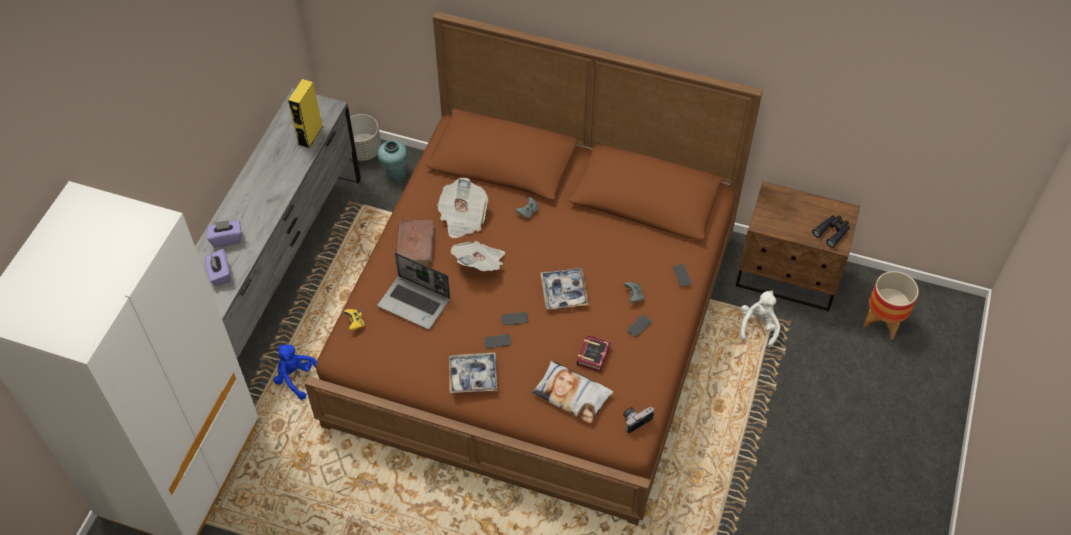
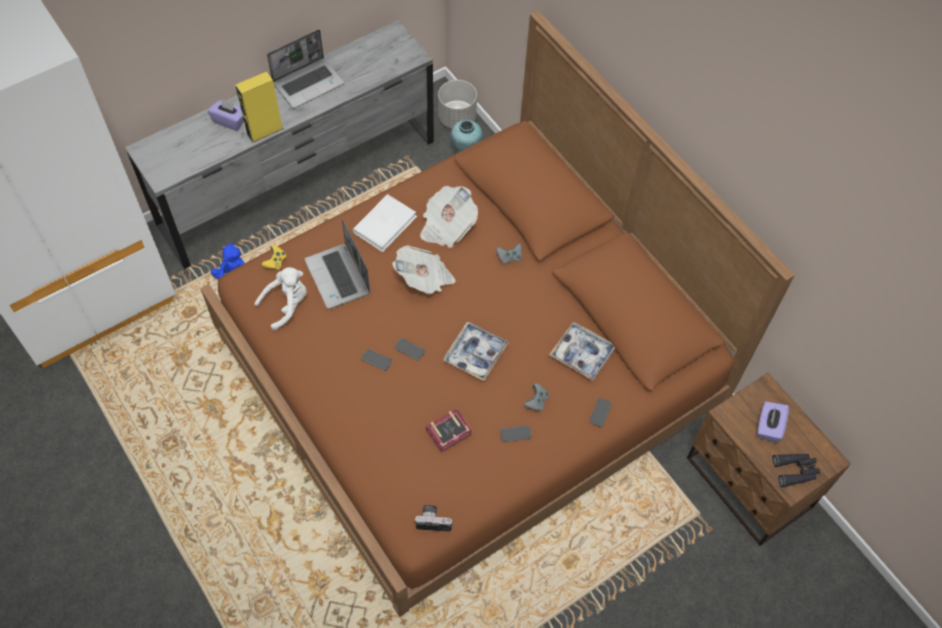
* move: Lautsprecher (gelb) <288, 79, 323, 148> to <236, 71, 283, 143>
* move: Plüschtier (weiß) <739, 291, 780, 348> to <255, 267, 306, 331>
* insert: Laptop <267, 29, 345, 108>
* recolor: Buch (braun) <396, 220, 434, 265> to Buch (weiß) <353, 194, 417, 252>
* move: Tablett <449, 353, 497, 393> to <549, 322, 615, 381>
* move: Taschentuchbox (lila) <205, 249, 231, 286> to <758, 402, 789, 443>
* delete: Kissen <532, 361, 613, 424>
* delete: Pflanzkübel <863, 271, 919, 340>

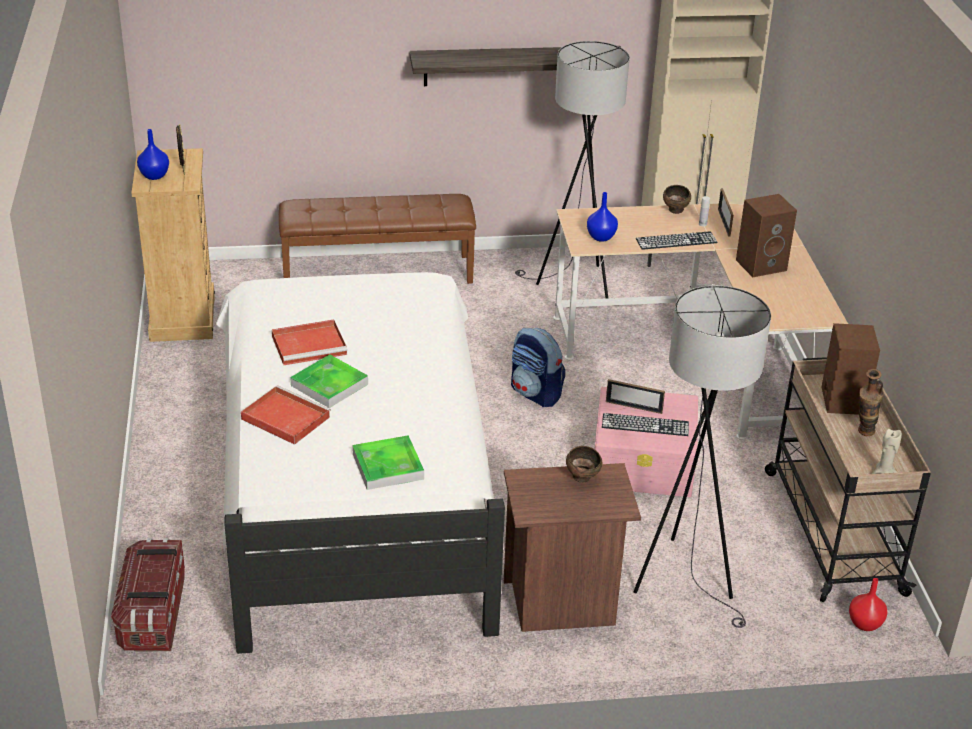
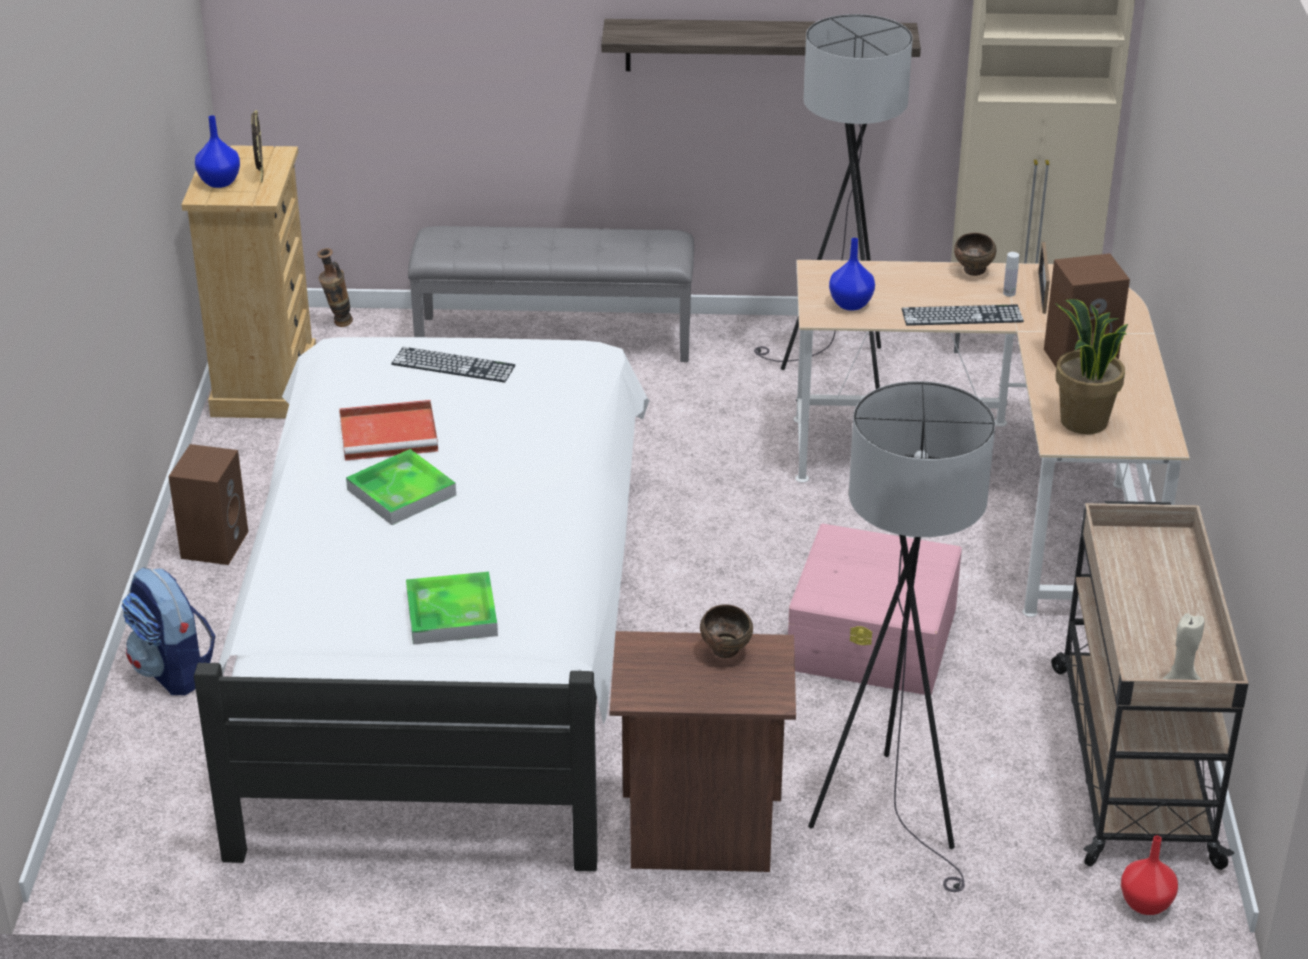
* move: Rucksack <511, 328, 565, 407> to <122, 567, 215, 695>
* move: Lautsprecher (braun) <822, 323, 880, 415> to <168, 444, 248, 565>
* move: Vase <858, 369, 883, 436> to <317, 248, 353, 327>
* move: Tastatur <602, 413, 689, 436> to <391, 347, 515, 382>
* recolor: Bank (braun) <279, 194, 476, 284> to Bank (grau) <408, 226, 694, 362>
* insert: Topfpflanze <1055, 299, 1128, 434>
* delete: Aufbewahrungsbox <111, 538, 185, 651>
* delete: Tablett (rot) <241, 385, 331, 445>
* delete: Bilderrahmen <606, 379, 665, 414>

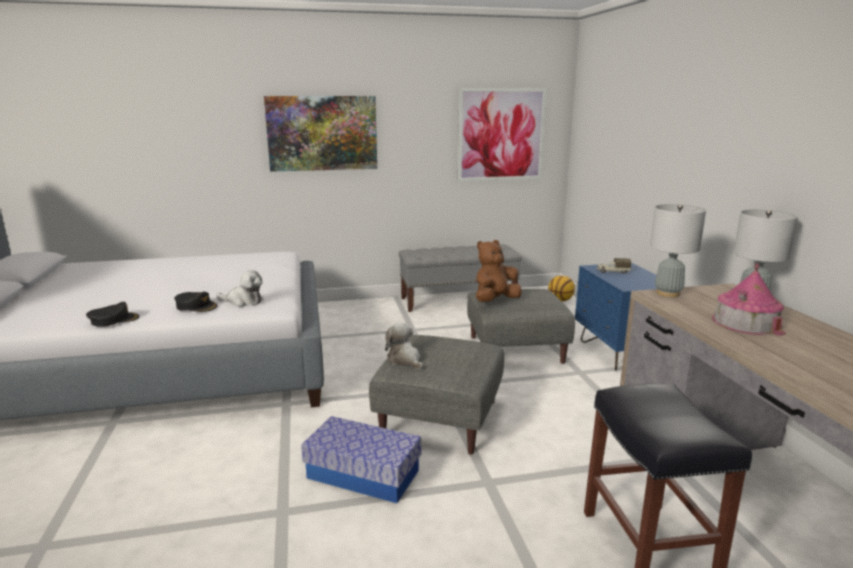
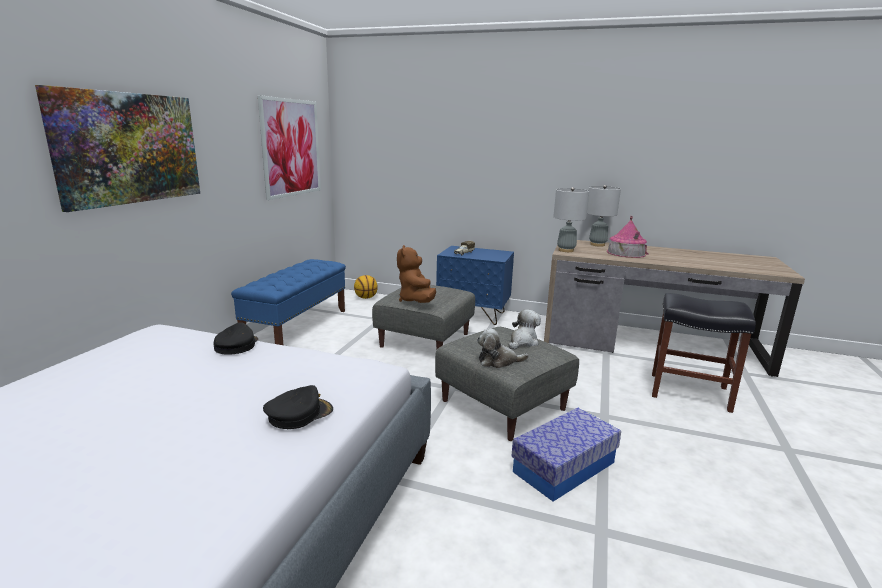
* move: Kappe (schwarz) <86, 302, 140, 327> to <214, 322, 258, 355>
* recolor: Bank (grau) <399, 244, 522, 312> to Bank (blau) <231, 259, 346, 345>
* move: Plüschtier <216, 270, 263, 307> to <509, 309, 541, 349>

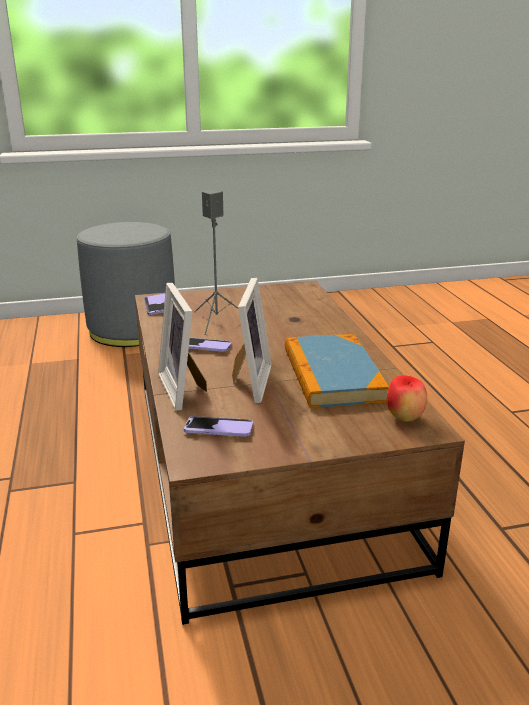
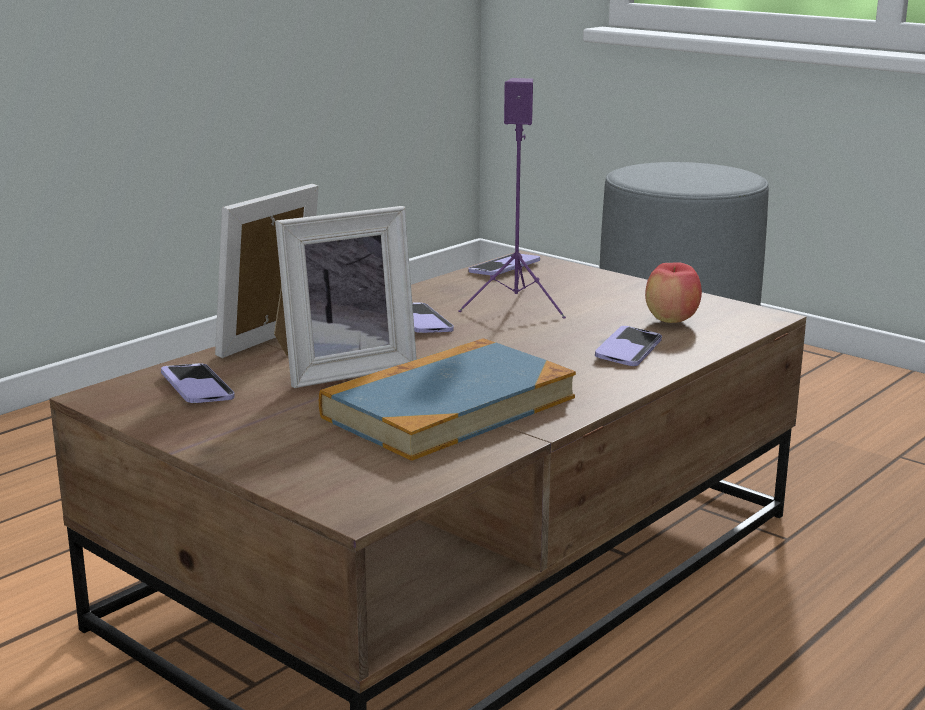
* recolor: Lautsprecher (grau) <194, 190, 238, 335> to Lautsprecher (lila) <458, 78, 566, 318>
* insert: Handy <595, 326, 662, 366>
* move: Apfel <387, 375, 427, 422> to <645, 262, 702, 323>

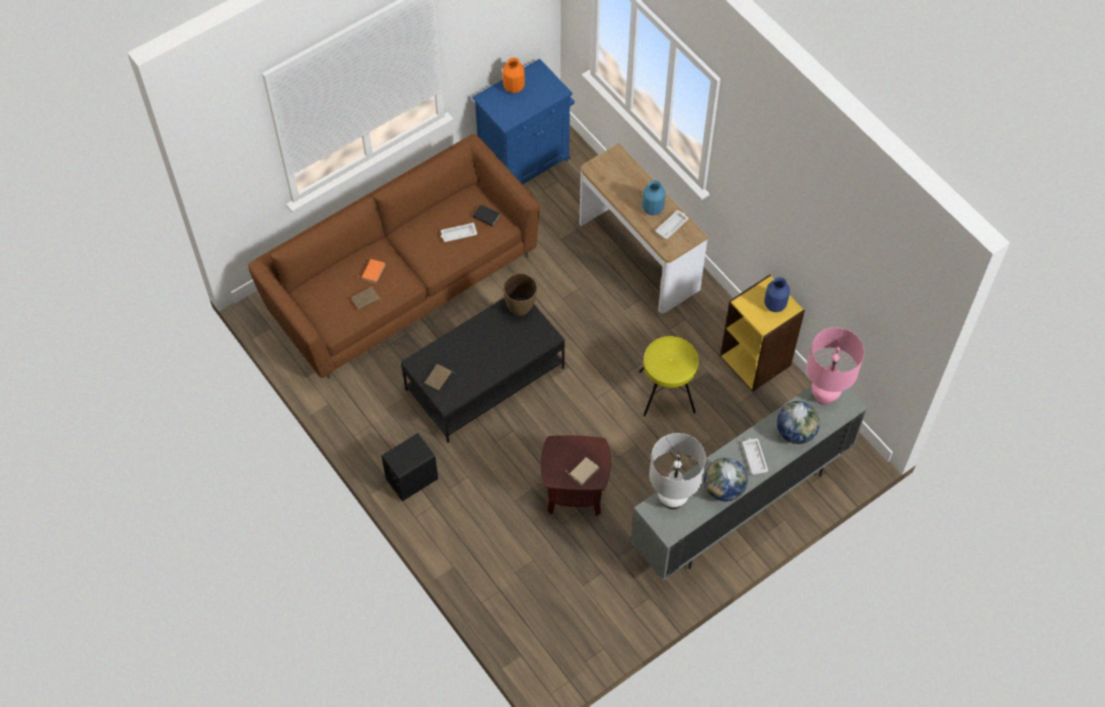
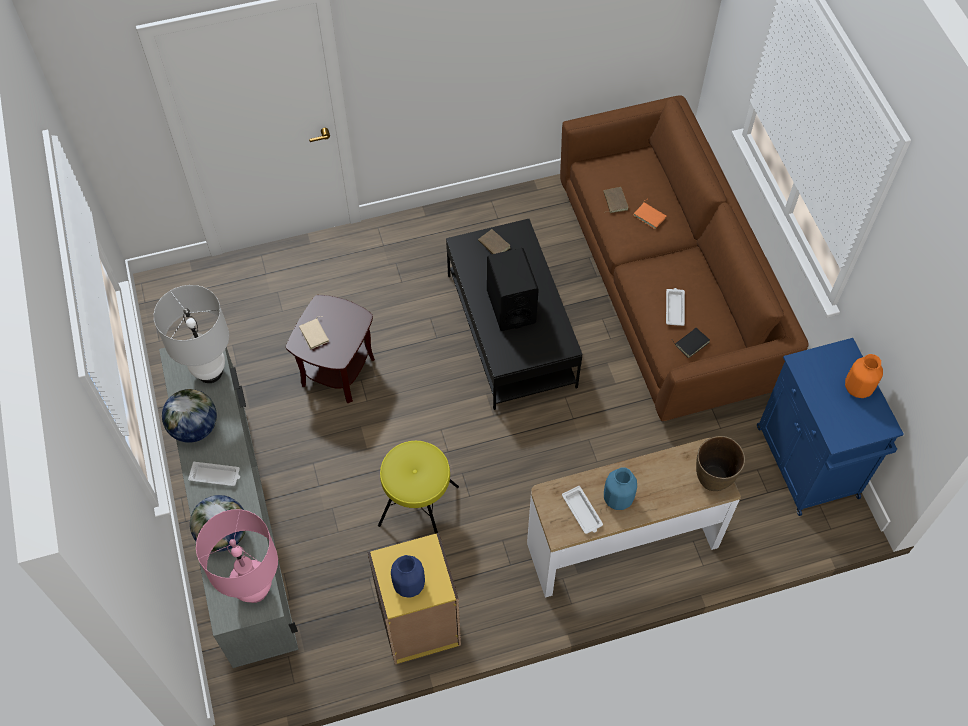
* move: Lautsprecher (schwarz) <381, 433, 438, 501> to <487, 248, 539, 331>
* move: Vase (braun) <503, 273, 537, 316> to <696, 436, 745, 491>

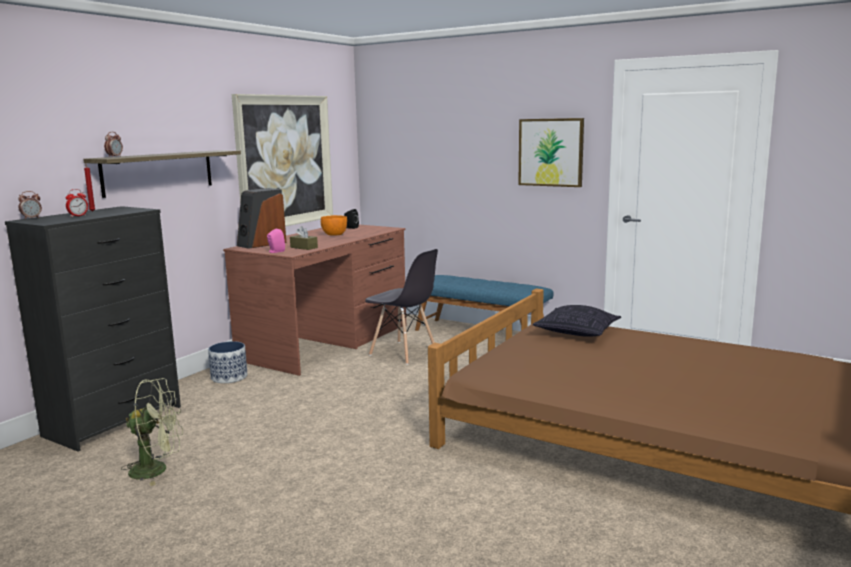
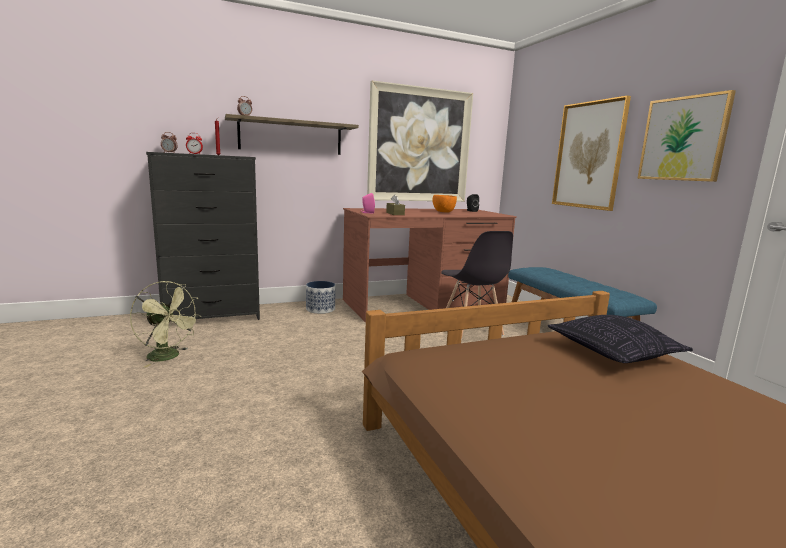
* insert: Bild <552, 96, 631, 211>
* delete: Lautsprecher <237, 188, 286, 249>

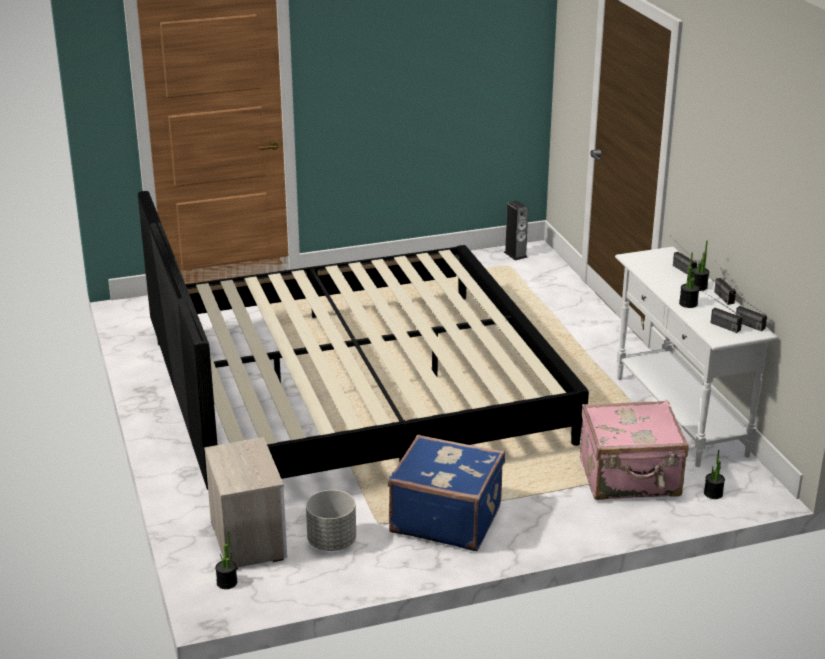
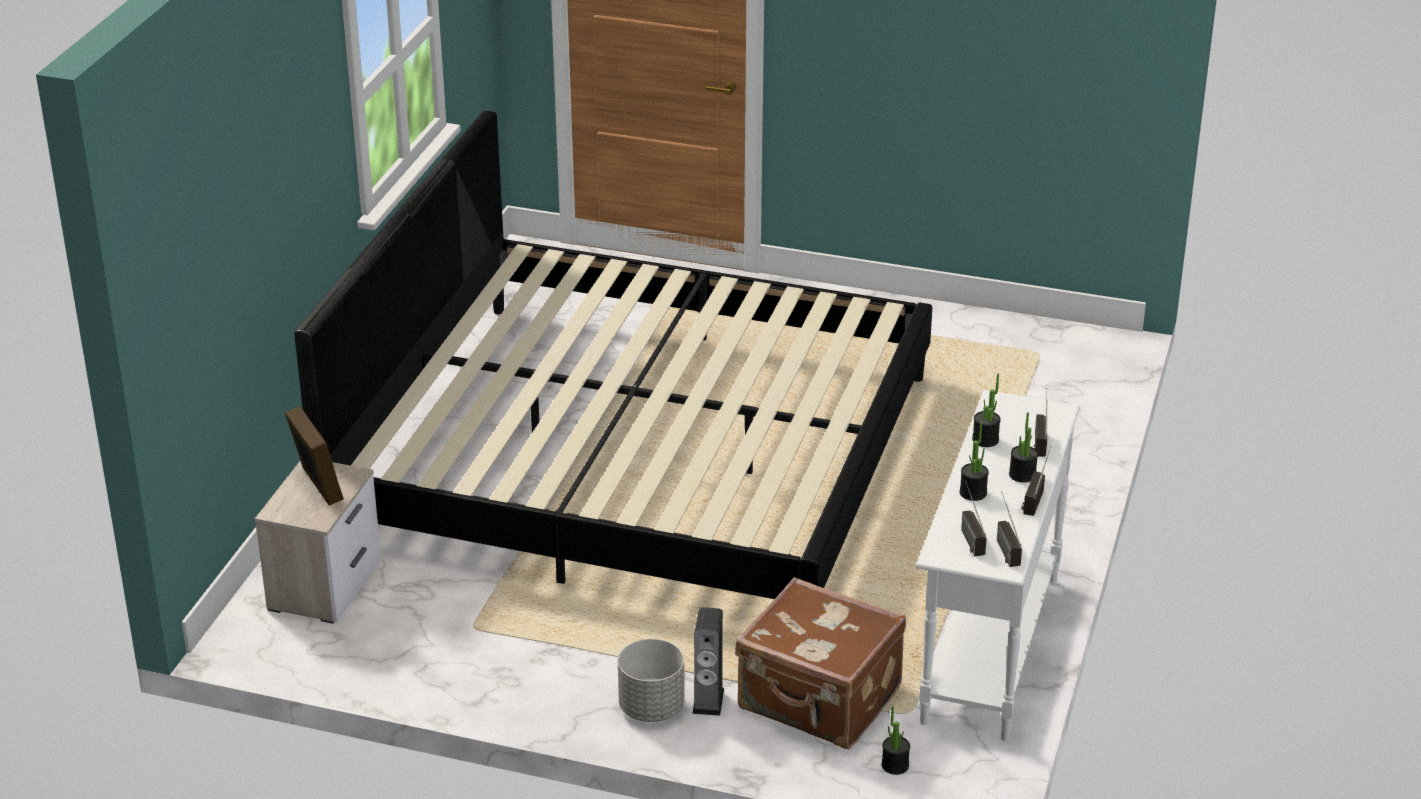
* insert: Bilderrahmen <285, 406, 344, 505>
* move: Pflanzkübel (grau) <306, 490, 356, 551> to <618, 639, 685, 722>
* move: Lautsprecher <504, 200, 528, 261> to <692, 607, 724, 716>
* recolor: Koffer (rosa) <580, 400, 689, 500> to Koffer (braun) <735, 577, 906, 749>
* move: Topfpflanze <215, 531, 238, 589> to <972, 373, 1001, 447>
* delete: Koffer (blau) <388, 434, 505, 551>

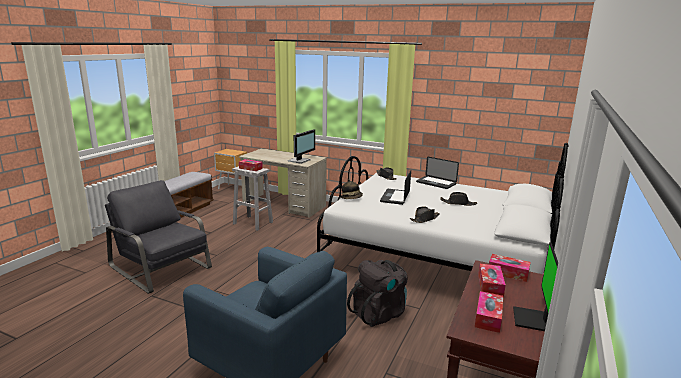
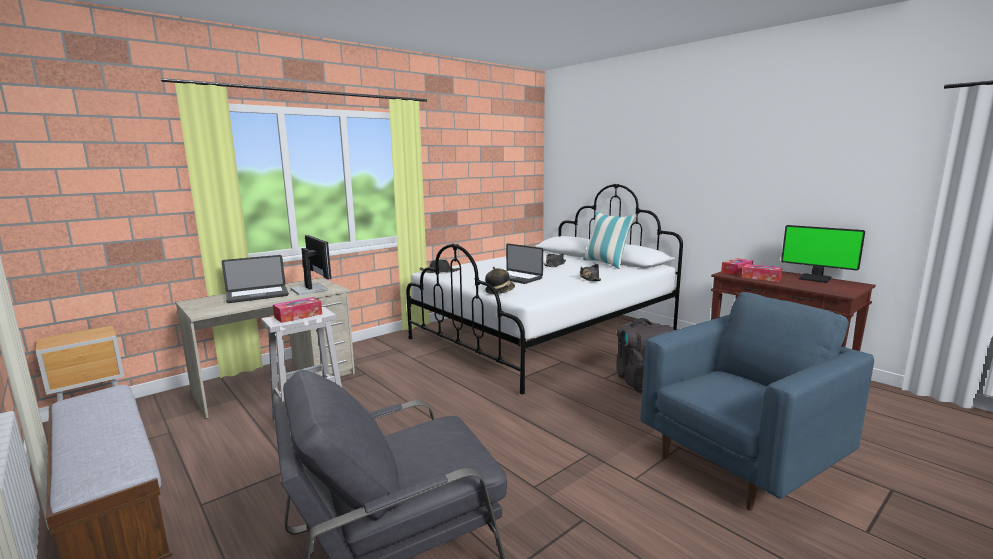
* move: Laptop <416, 157, 459, 189> to <222, 255, 289, 303>
* insert: Kissen <583, 212, 635, 269>
* delete: Taschentuchbox <475, 291, 503, 333>

